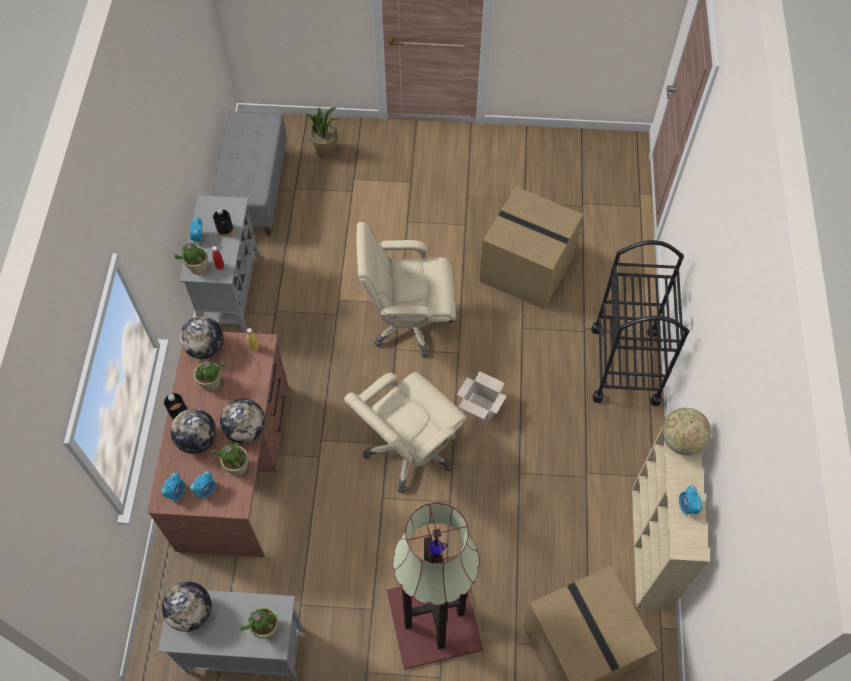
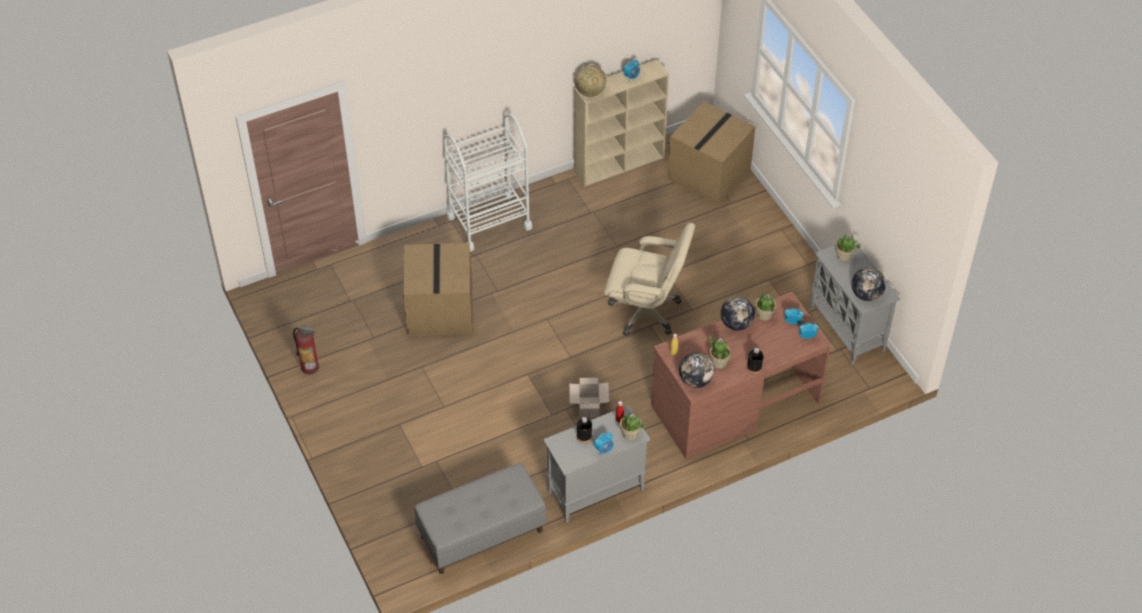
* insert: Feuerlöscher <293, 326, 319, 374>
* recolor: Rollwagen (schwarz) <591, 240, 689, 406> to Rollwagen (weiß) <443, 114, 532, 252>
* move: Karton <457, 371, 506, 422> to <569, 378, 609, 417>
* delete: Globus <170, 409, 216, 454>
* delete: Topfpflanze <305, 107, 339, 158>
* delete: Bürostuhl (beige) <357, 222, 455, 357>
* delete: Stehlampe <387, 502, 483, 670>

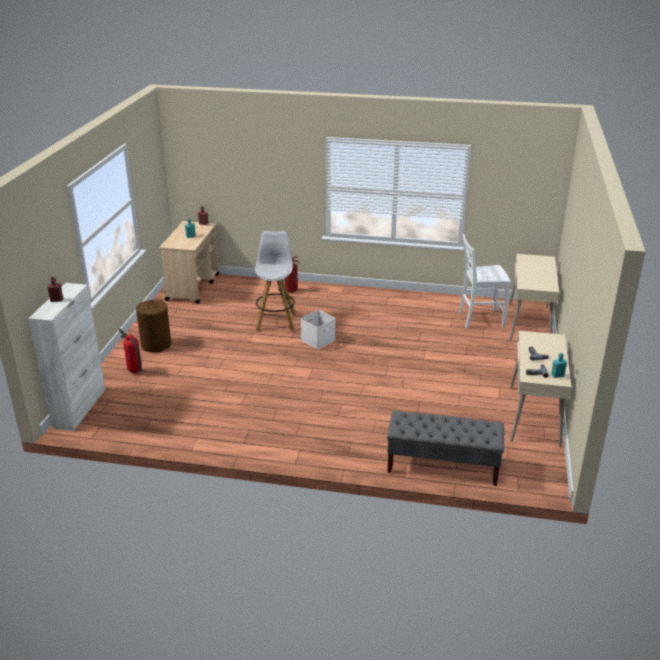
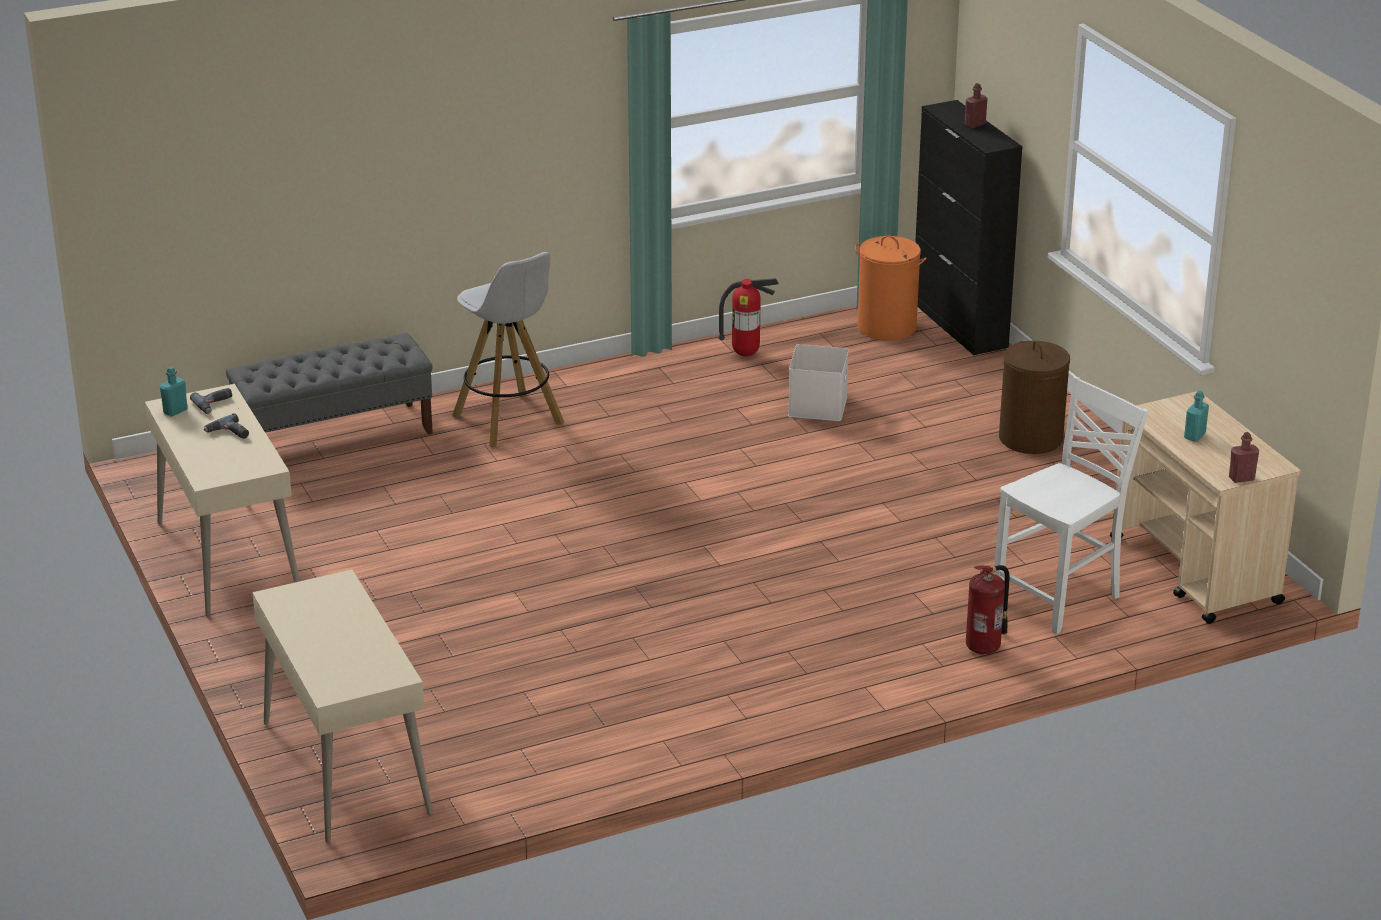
* move: Hocker (weiß) <255, 231, 296, 331> to <452, 252, 564, 446>
* move: Feuerlöscher <119, 329, 143, 373> to <718, 278, 779, 356>
* move: Aufbewahrungsbox (weiß) <301, 310, 336, 349> to <788, 344, 849, 421>
* insert: Wäschekorb (orange) <855, 235, 927, 341>
* recolor: Schrank (weiß) <28, 283, 105, 431> to Schrank (schwarz) <915, 100, 1023, 355>
* move: Stuhl (weiß) <458, 234, 510, 328> to <993, 377, 1148, 635>

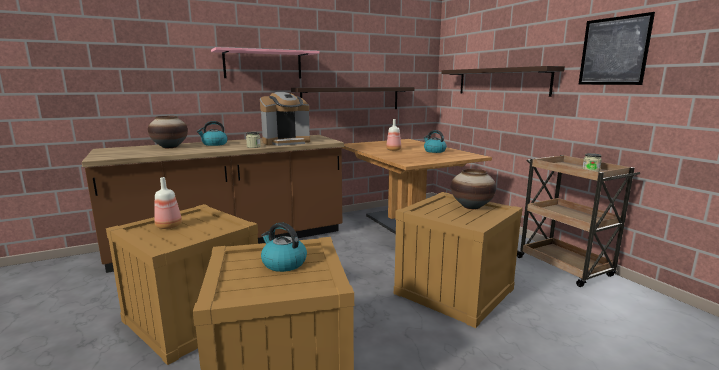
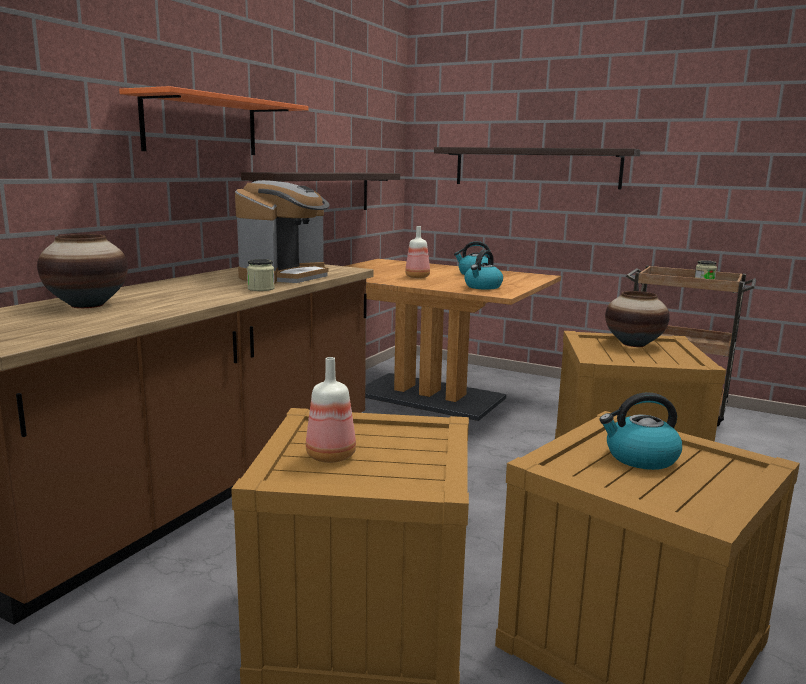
* recolor: Wandregal (rosa) <211, 47, 320, 79> to Wandregal (orange) <119, 86, 309, 155>
* move: Wasserkessel <197, 121, 228, 146> to <464, 250, 503, 290>
* delete: Bild <578, 12, 655, 85>

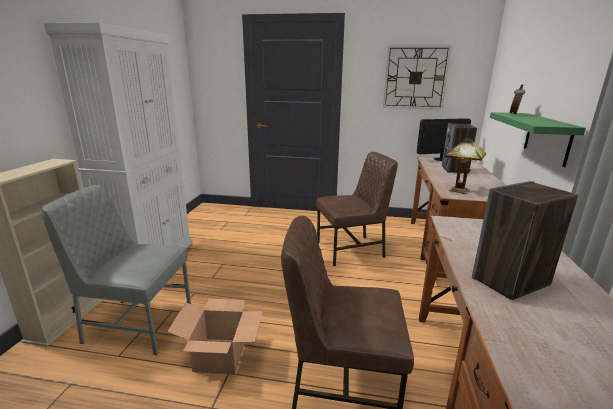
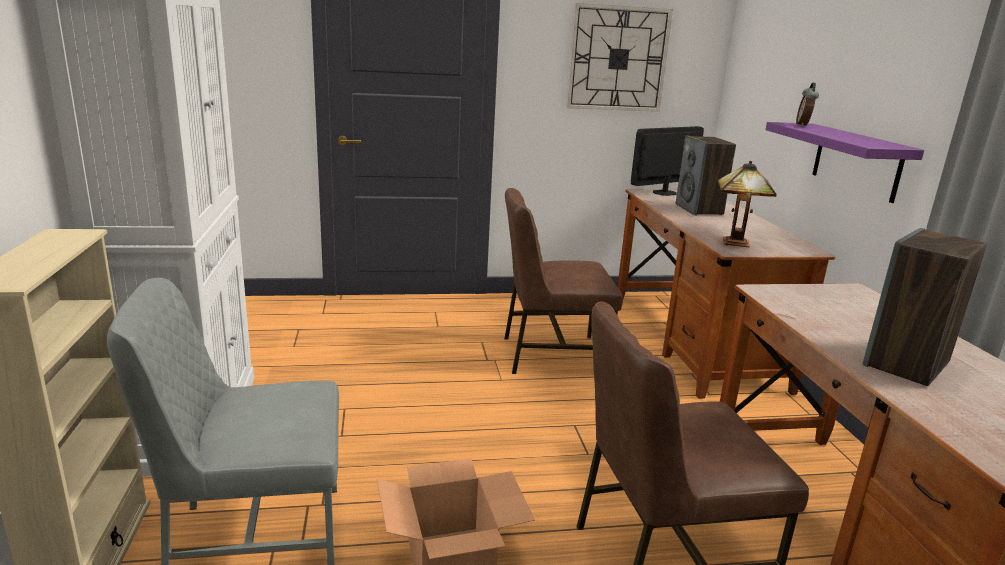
* rotate: Stuhl (braun) <316, 152, 398, 266> = <504, 188, 623, 374> 150 degrees counterclockwise
* recolor: Wandregal (grün) <490, 112, 586, 167> to Wandregal (lila) <766, 122, 924, 203>

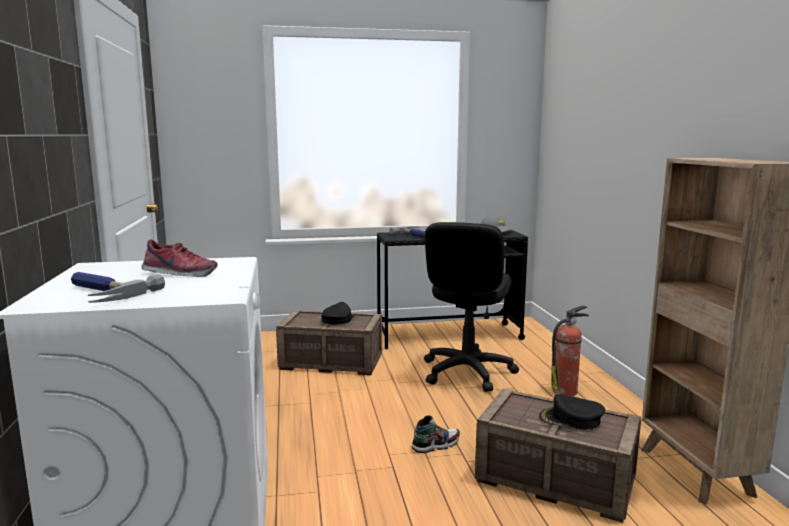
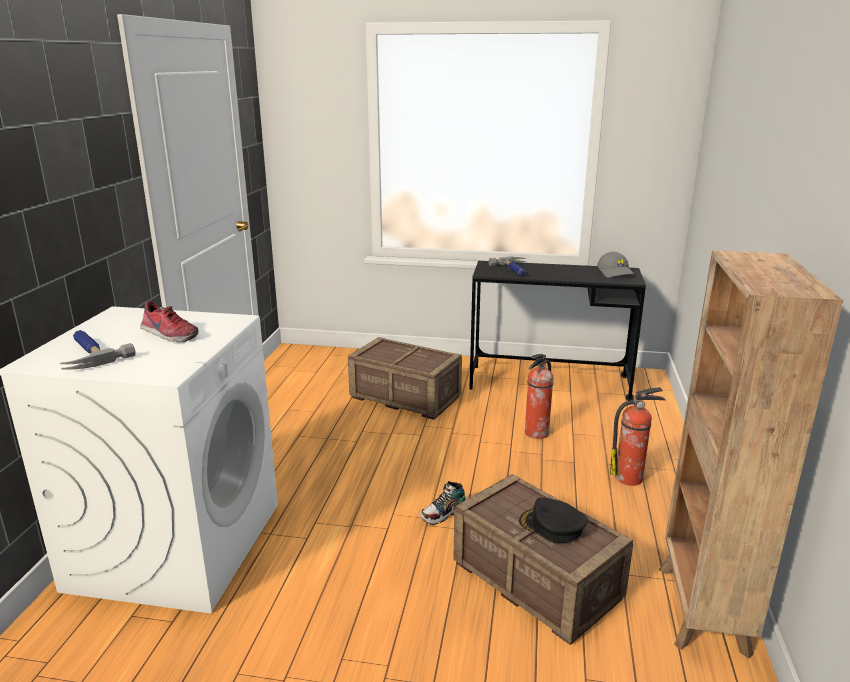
* rotate: Schuh <412, 415, 460, 453> = <420, 481, 466, 525> 150 degrees clockwise
* replace: Bürostuhl (schwarz) <424, 222, 519, 392> to Feuerlöscher <525, 354, 554, 439>
* delete: Kappe (schwarz) <322, 302, 355, 324>

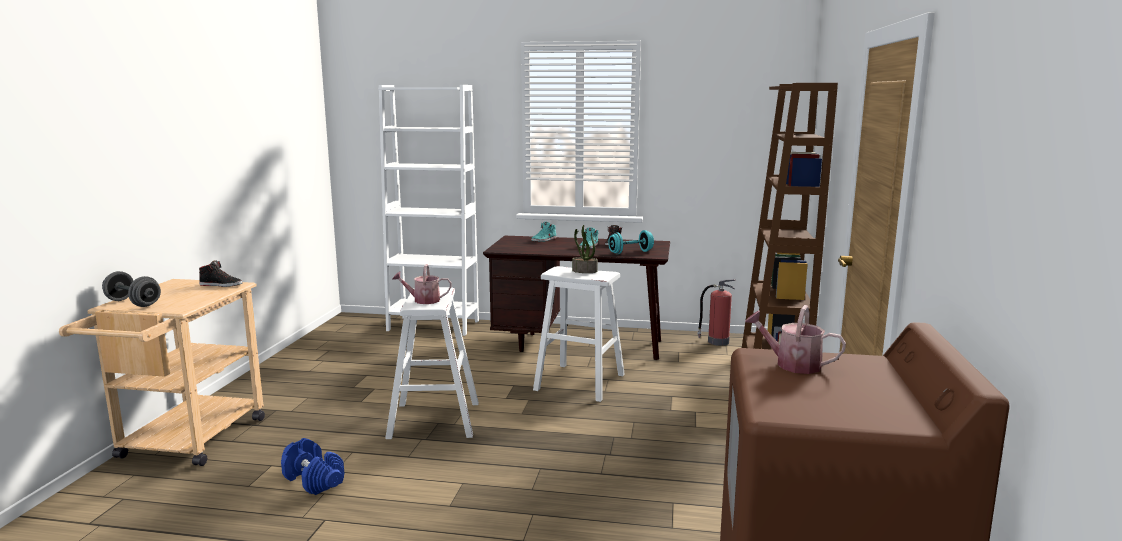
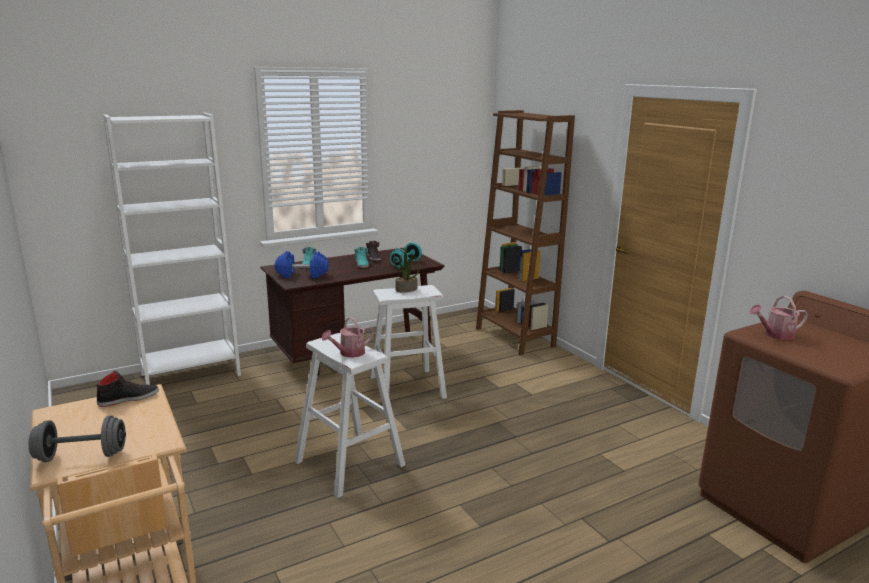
* move: Hantel (blau) <281, 438, 344, 495> to <275, 251, 329, 279>
* delete: Feuerlöscher <697, 279, 736, 346>

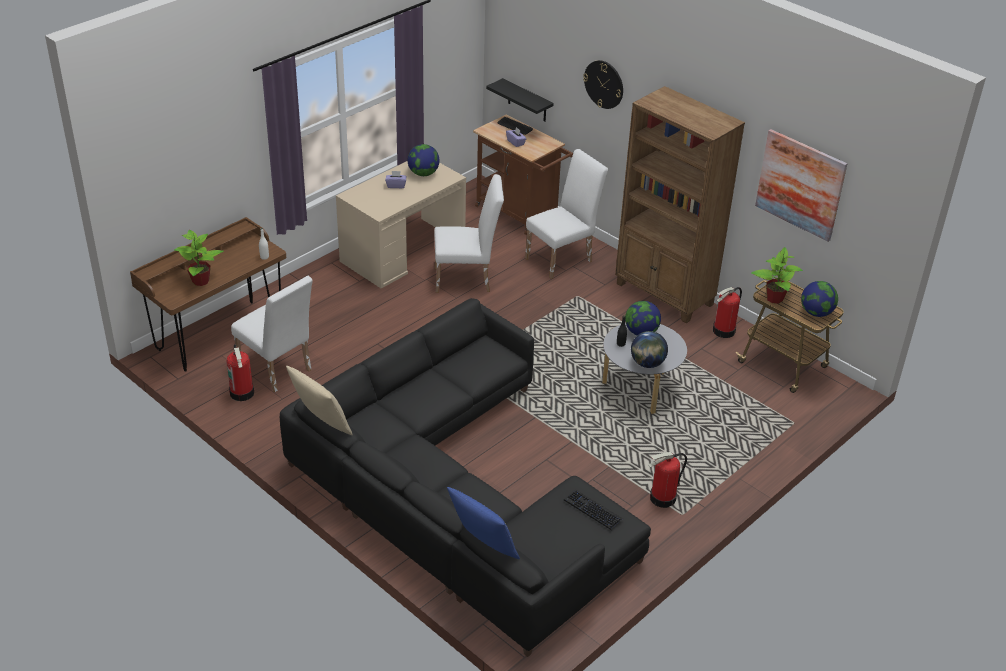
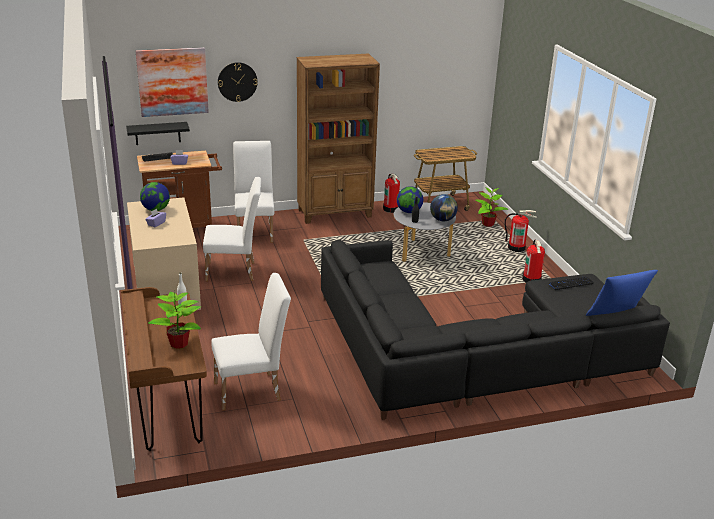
* move: Bild <755, 129, 847, 242> to <136, 47, 209, 117>
* rotate: Stuhl (weiß) <434, 174, 504, 293> = <203, 177, 261, 281> 60 degrees clockwise
* move: Topfpflanze <751, 247, 803, 304> to <476, 187, 509, 227>
* move: Feuerlöscher <226, 344, 254, 401> to <504, 210, 537, 252>
* delete: Kissen (beige) <286, 366, 352, 435>
* delete: Globus <801, 281, 838, 317>

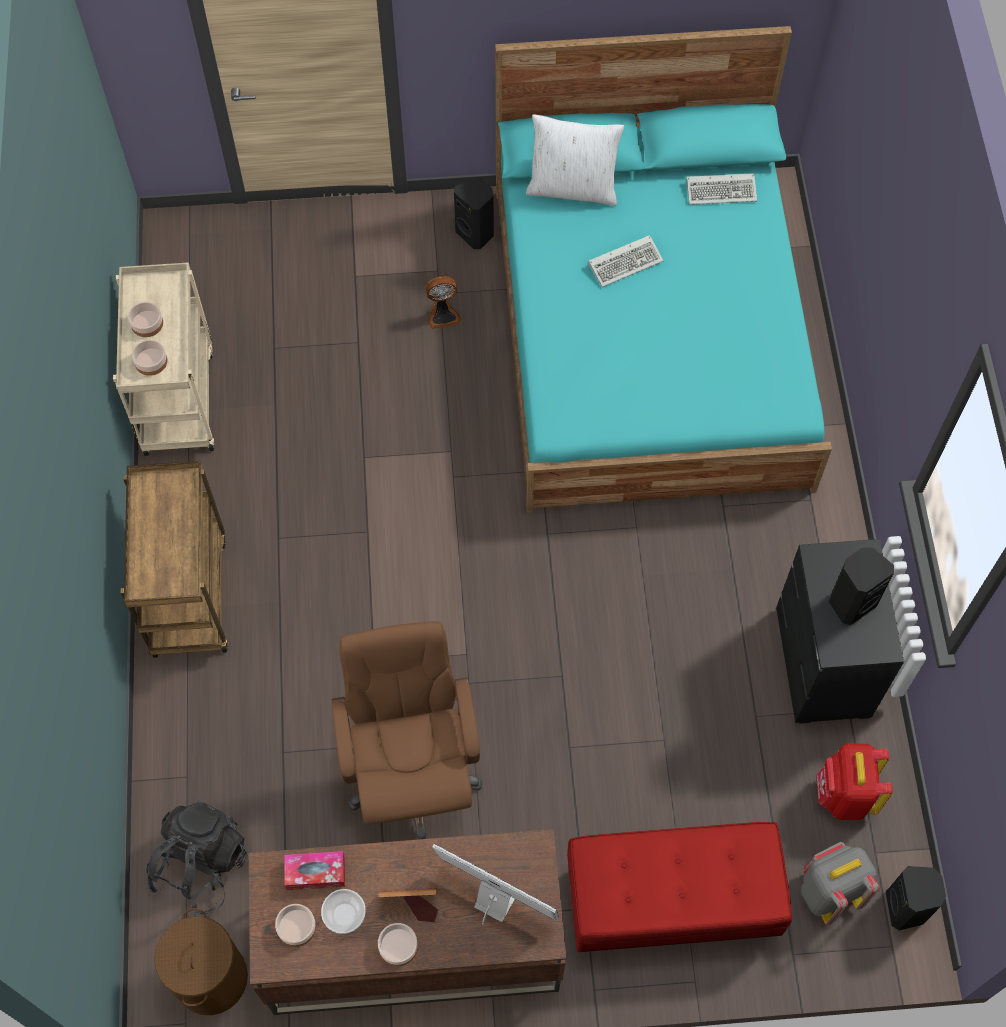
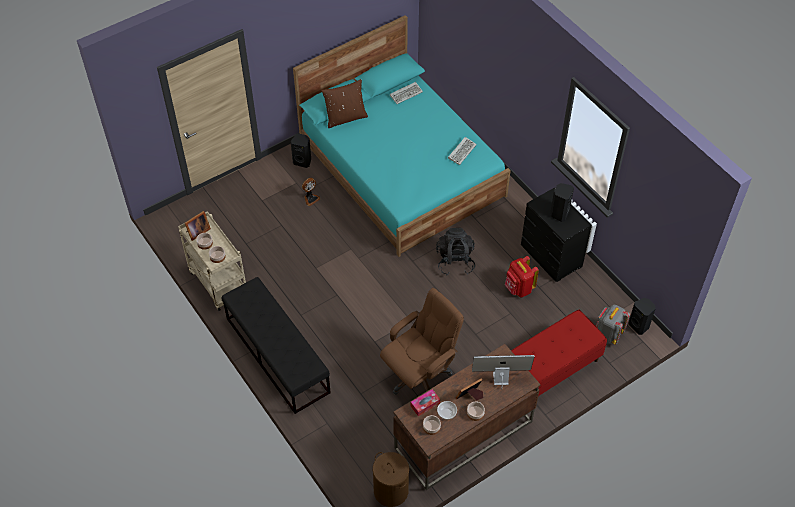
* insert: Bilderrahmen <185, 211, 211, 241>
* replace: Rollwagen (braun) <120, 461, 228, 658> to Bank (schwarz) <222, 277, 331, 414>
* recolor: Kissen (weiß) <526, 114, 624, 206> to Kissen (braun) <322, 79, 368, 128>
* rotate: Bürostuhl (braun) <332, 621, 482, 840> = <380, 288, 464, 395> 90 degrees clockwise
* move: Rucksack (schwarz) <146, 800, 247, 916> to <436, 228, 475, 275>
* move: Tastatur <588, 235, 664, 287> to <448, 137, 477, 165>
* move: Rucksack (rot) <816, 744, 893, 820> to <505, 256, 539, 298>

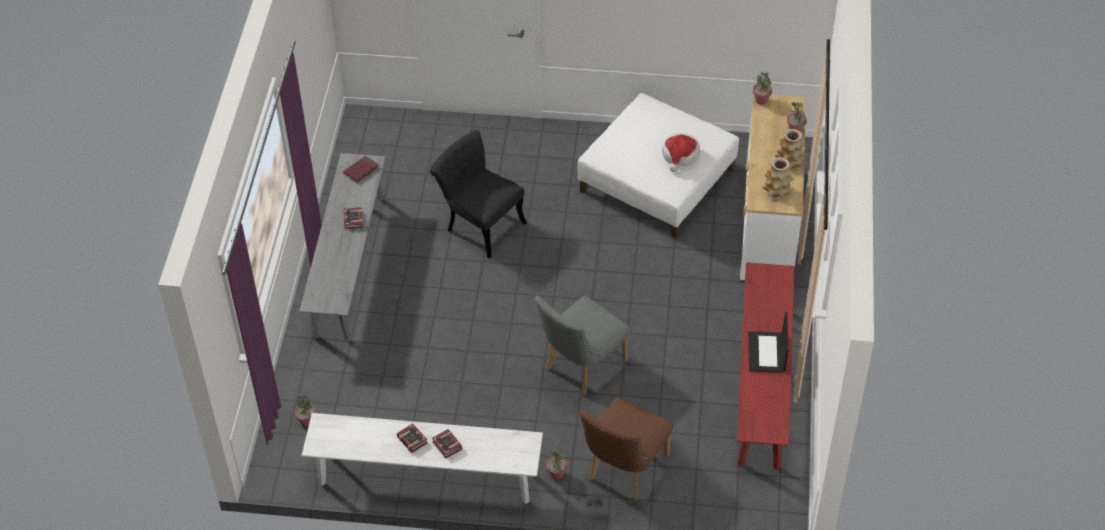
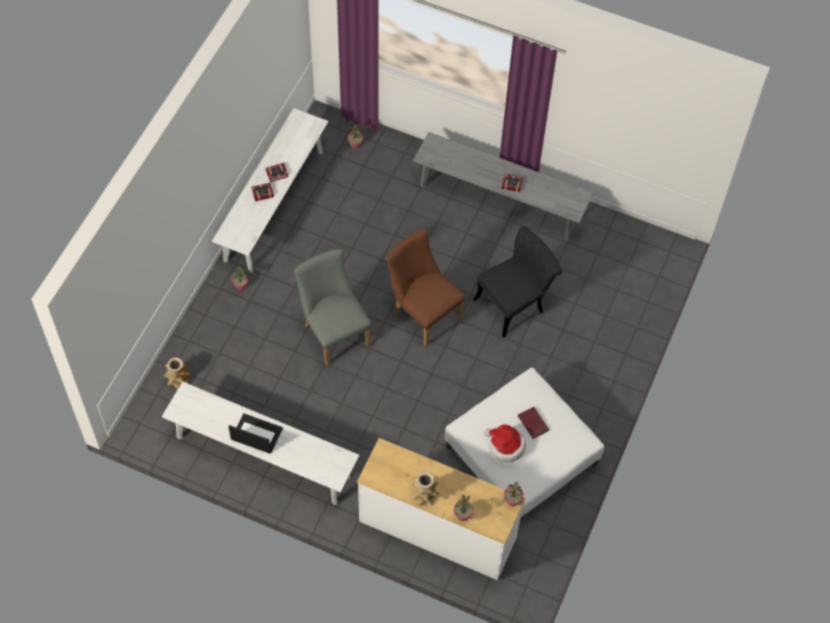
* recolor: Bank (rot) <737, 262, 794, 470> to Bank (weiß) <162, 381, 359, 505>
* move: Vase <762, 157, 794, 198> to <164, 357, 191, 389>
* move: Stuhl (braun) <580, 398, 673, 501> to <386, 229, 465, 347>
* move: Buch (rot) <343, 156, 379, 182> to <518, 407, 549, 439>

